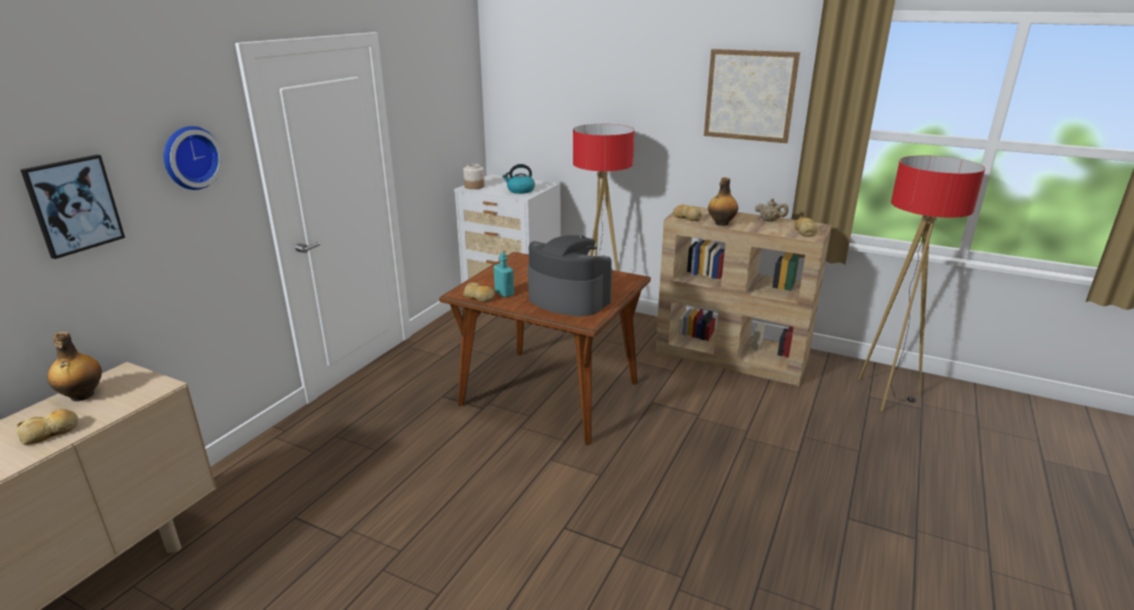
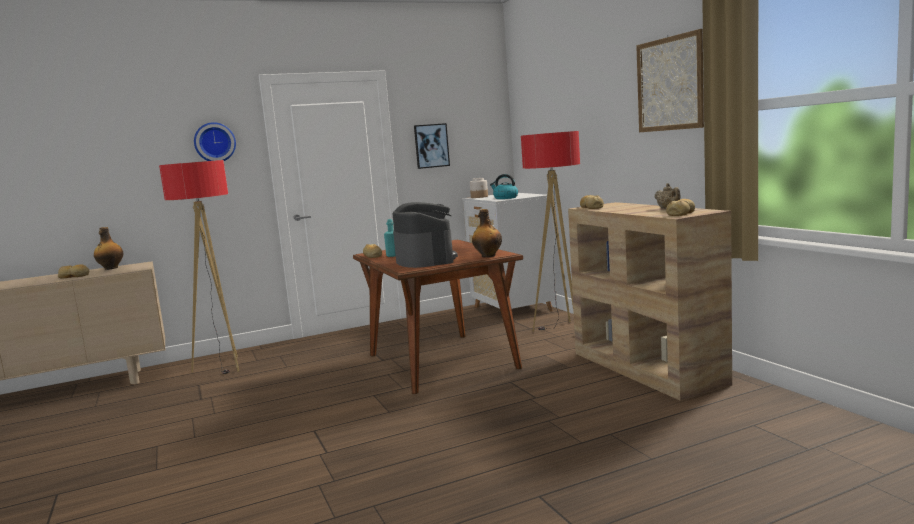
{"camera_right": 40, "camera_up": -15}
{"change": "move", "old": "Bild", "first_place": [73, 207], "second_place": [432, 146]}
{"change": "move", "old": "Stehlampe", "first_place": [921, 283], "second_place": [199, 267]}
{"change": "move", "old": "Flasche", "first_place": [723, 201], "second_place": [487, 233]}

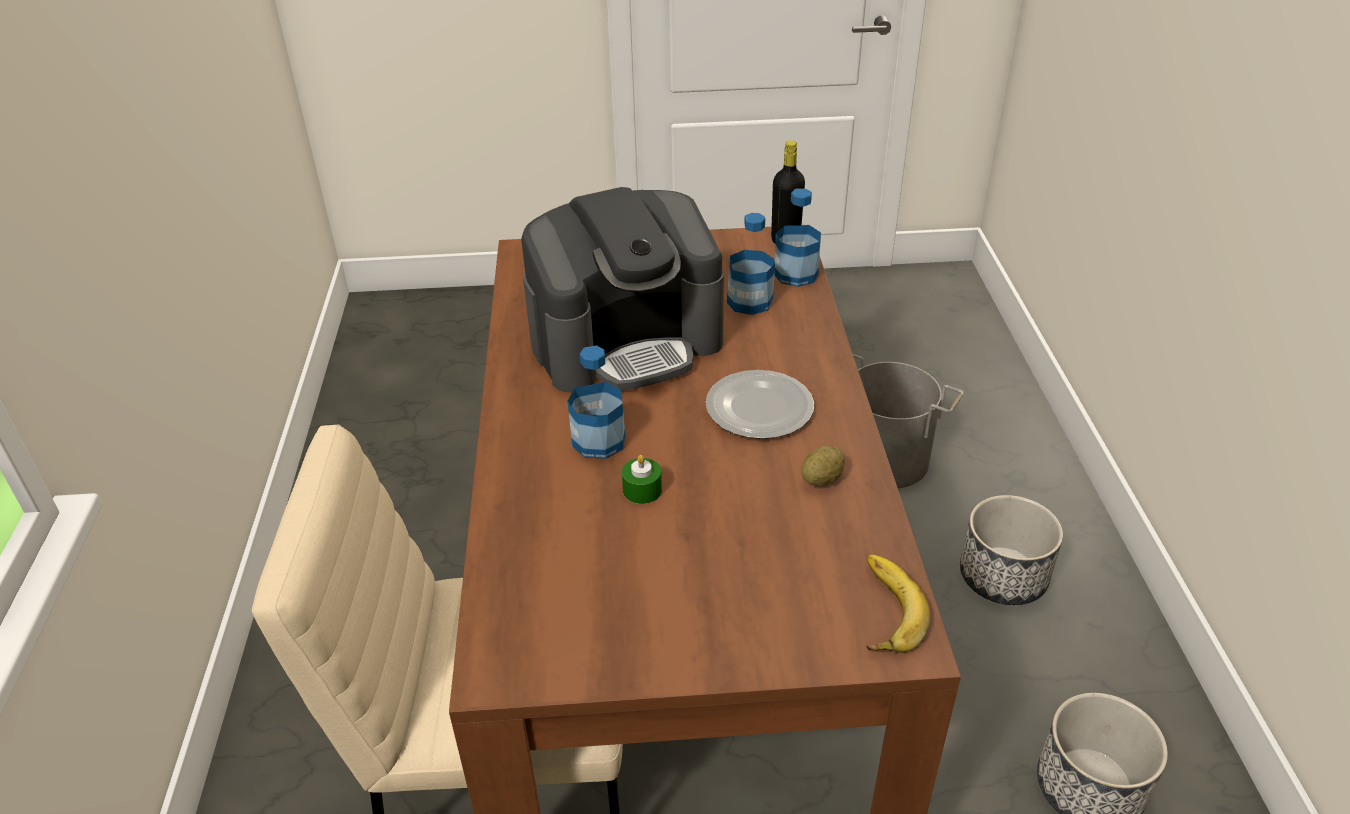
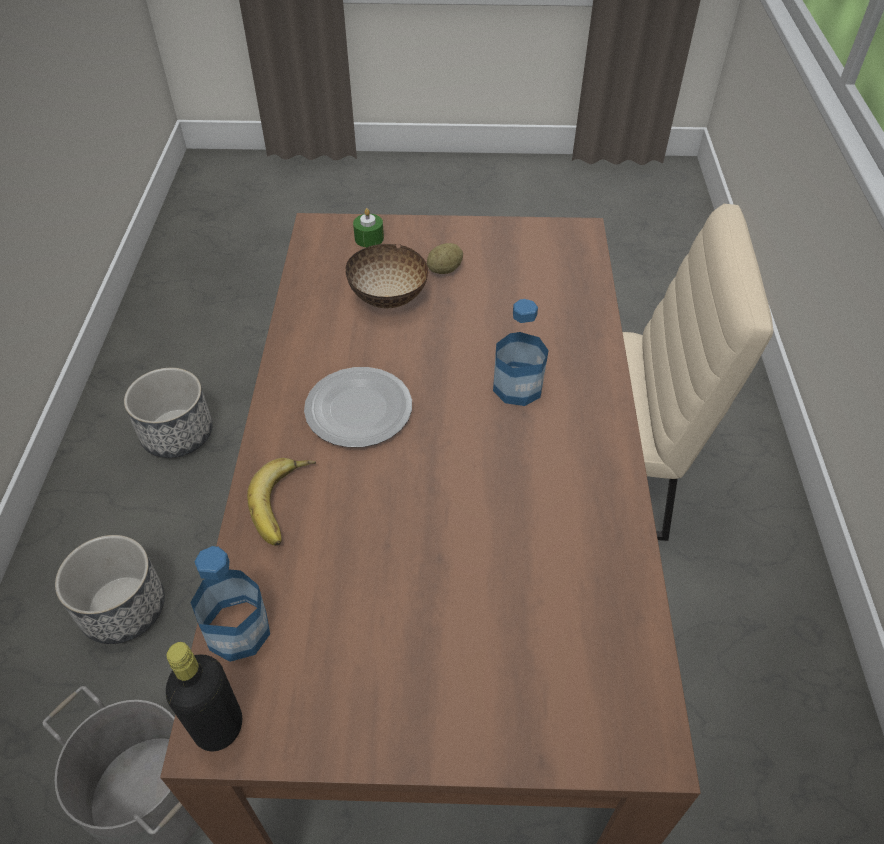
{"camera_right": -175, "camera_up": 10}
{"change": "delete", "old": "Kaffeemaschine", "first_place": [622, 290]}
{"change": "delete", "old": "Flasche", "first_place": [751, 264]}
{"change": "move", "old": "Kartoffel", "first_place": [823, 466], "second_place": [445, 258]}
{"change": "move", "old": "Kerze (grün)", "first_place": [642, 479], "second_place": [368, 227]}
{"change": "move", "old": "Banane", "first_place": [898, 604], "second_place": [281, 502]}
{"change": "insert", "new": "Schüssel", "second_place": [387, 276]}

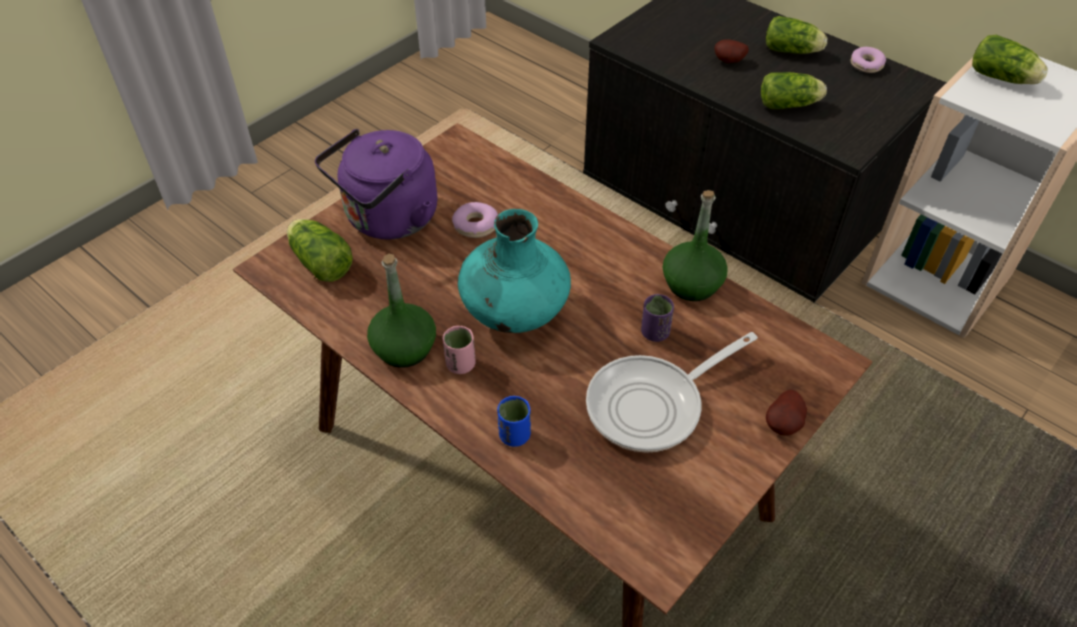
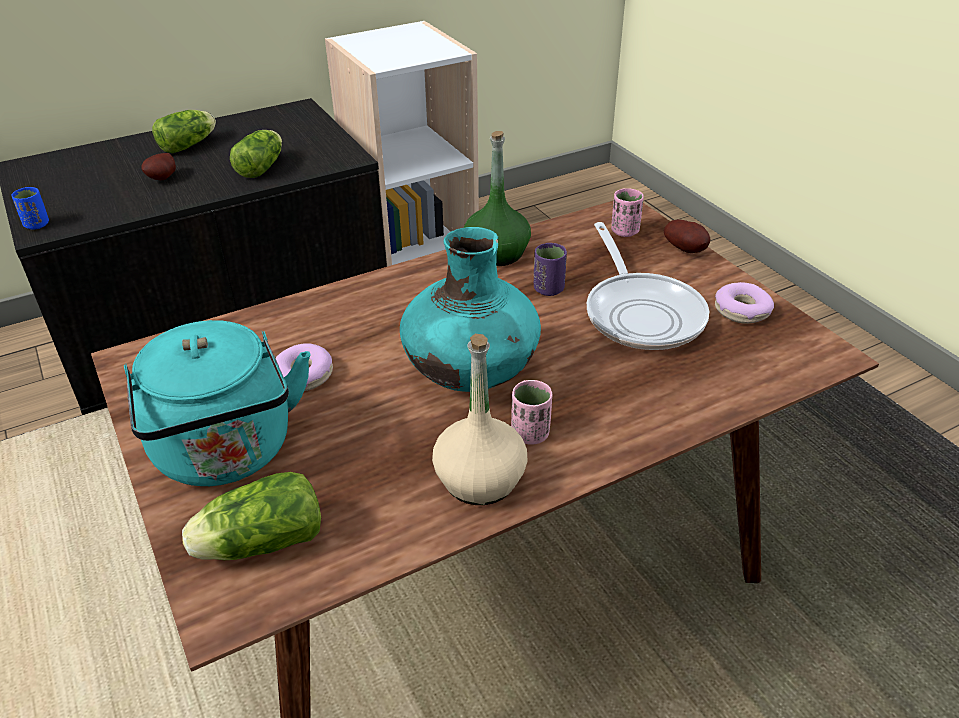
{"camera_right": -70, "camera_up": -10}
{"change": "delete", "old": "Salatkopf", "first_place": [1010, 59]}
{"change": "move", "old": "Donut", "first_place": [868, 60], "second_place": [744, 303]}
{"change": "recolor", "old": "Wasserkessel (lila)", "new": "Wasserkessel (türkis)", "first_place": [376, 184], "second_place": [217, 403]}
{"change": "recolor", "old": "Flasche (grün)", "new": "Flasche (beige)", "first_place": [401, 311], "second_place": [480, 419]}
{"change": "move", "old": "Tasse (blau)", "first_place": [514, 421], "second_place": [30, 208]}
{"change": "insert", "new": "Tasse (rosa)", "second_place": [627, 212]}

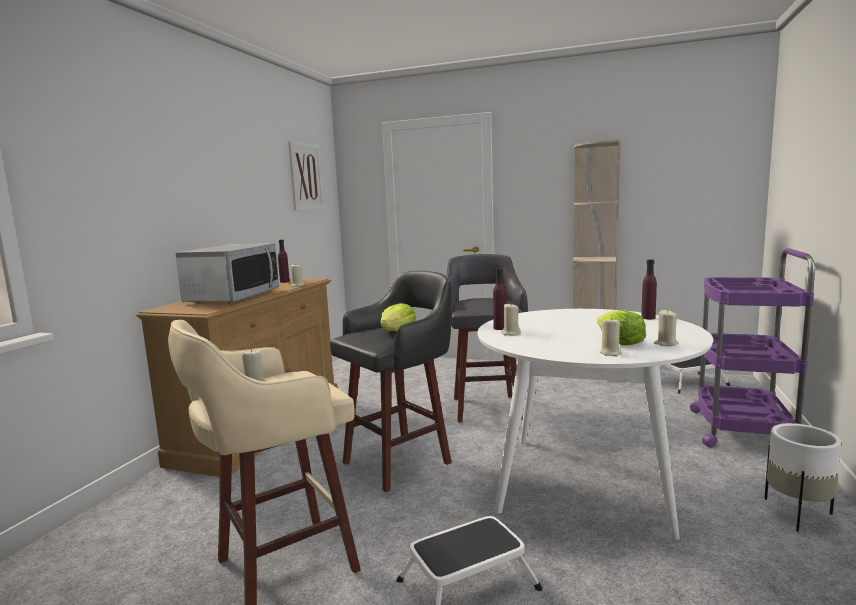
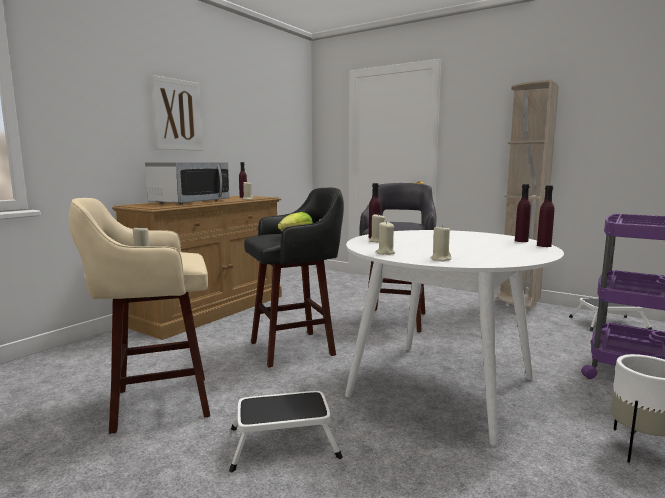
{"camera_right": 15, "camera_up": 0}
{"change": "move", "old": "Bild", "first_place": [306, 176], "second_place": [176, 113]}
{"change": "move", "old": "Kerze (beige)", "first_place": [666, 327], "second_place": [385, 238]}
{"change": "delete", "old": "Salatkopf", "first_place": [621, 327]}
{"change": "insert", "new": "Flasche (lila)", "second_place": [545, 216]}

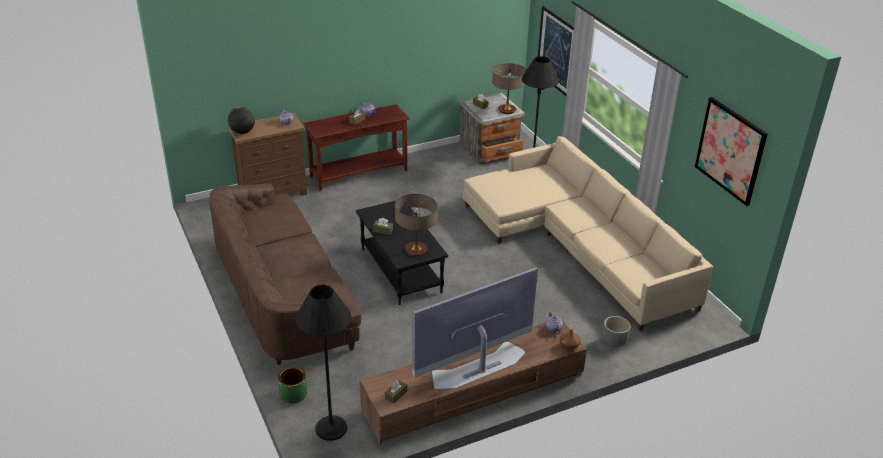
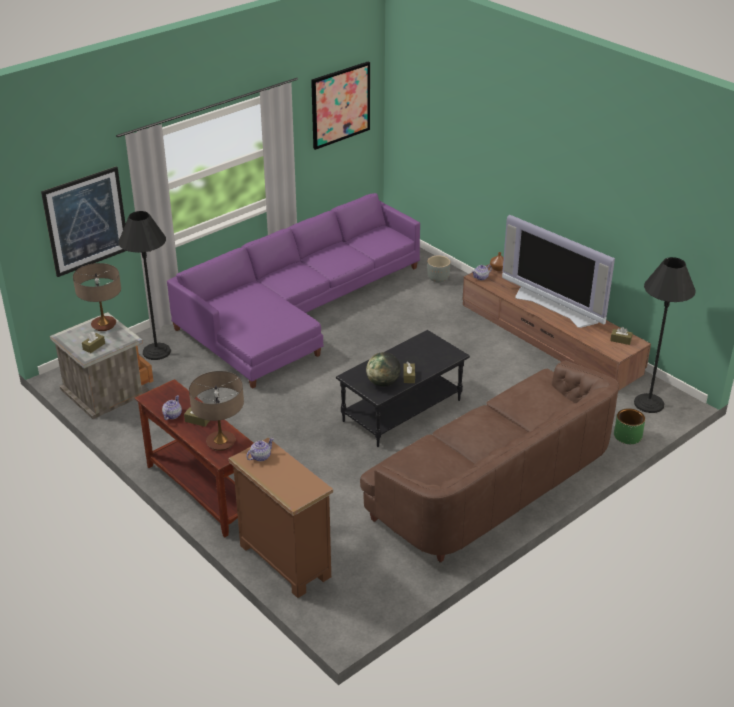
{"camera_right": -105, "camera_up": 0}
{"change": "move", "old": "Globus", "first_place": [241, 120], "second_place": [383, 369]}
{"change": "recolor", "old": "Sofa (beige)", "new": "Sofa (lila)", "first_place": [588, 233], "second_place": [293, 291]}
{"change": "move", "old": "Tischlampe", "first_place": [416, 225], "second_place": [216, 411]}

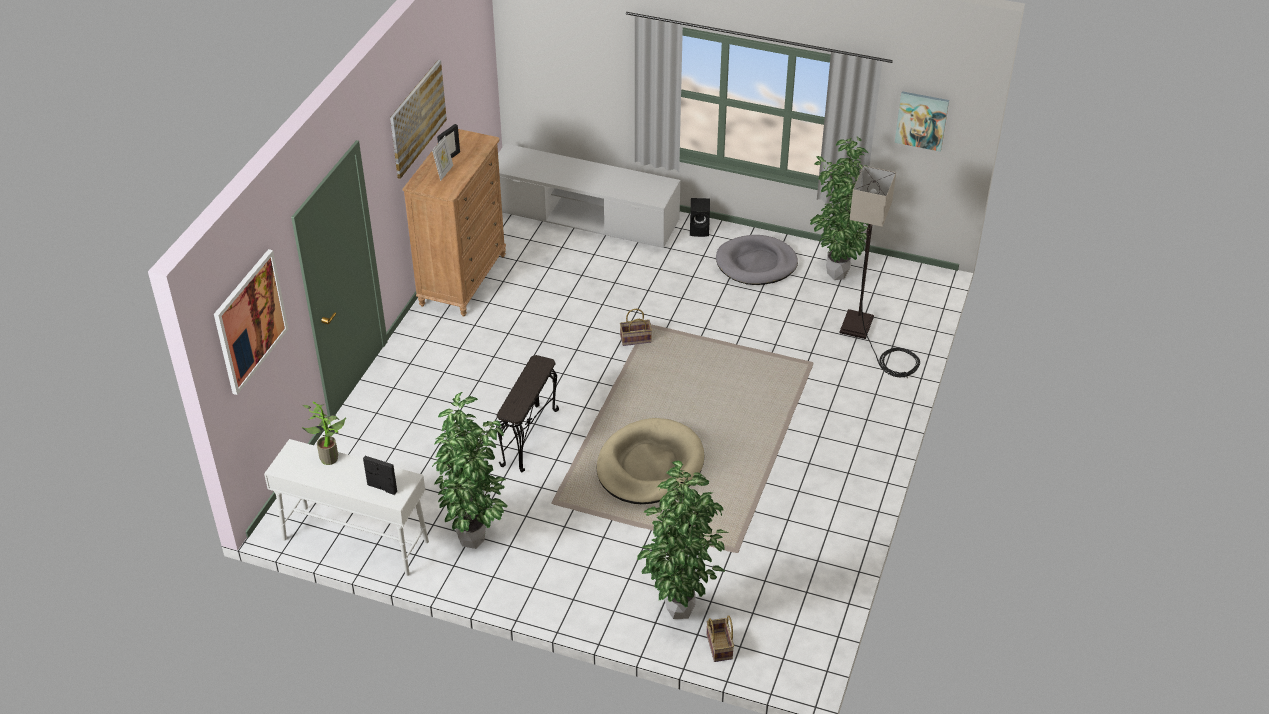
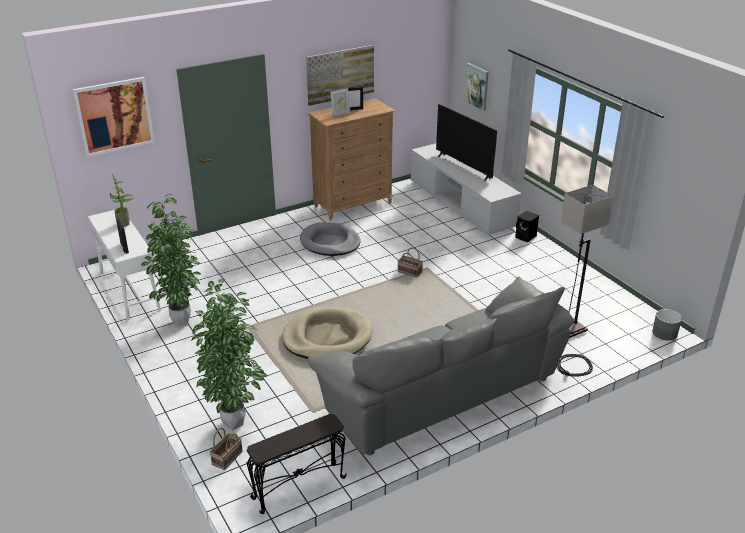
{"camera_right": 40, "camera_up": -10}
{"change": "move", "old": "Bild", "first_place": [922, 121], "second_place": [477, 87]}
{"change": "delete", "old": "Topfpflanze", "first_place": [839, 208]}
{"change": "move", "old": "Hundebett (grau)", "first_place": [757, 260], "second_place": [330, 239]}
{"change": "move", "old": "Beistelltisch (schwarz)", "first_place": [527, 413], "second_place": [297, 464]}
{"change": "insert", "new": "Fernseher", "second_place": [466, 142]}
{"change": "insert", "new": "Sofa (grau)", "second_place": [441, 365]}
{"change": "insert", "new": "Pflanzkübel (grau)", "second_place": [667, 325]}

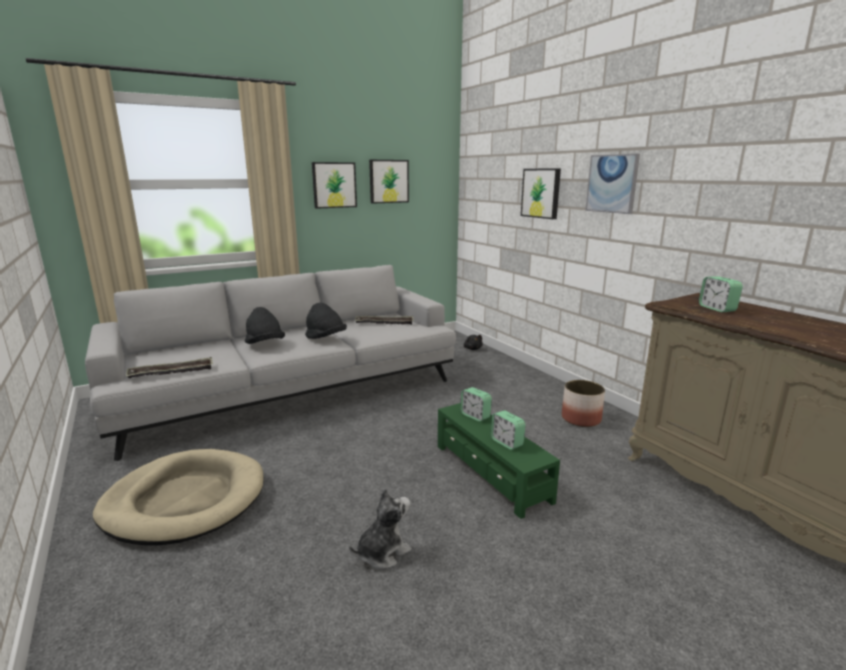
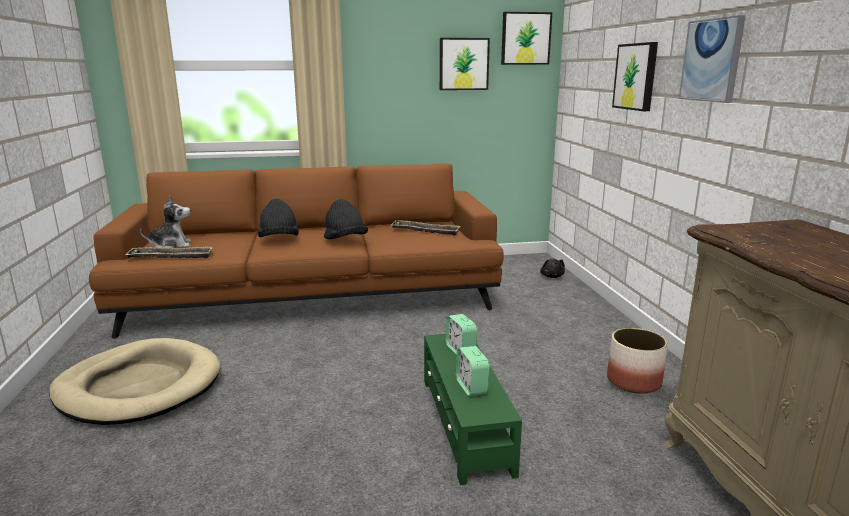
{"camera_right": 20, "camera_up": 0}
{"change": "move", "old": "Bild", "first_place": [334, 185], "second_place": [526, 38]}
{"change": "recolor", "old": "Sofa (grau)", "new": "Sofa (braun)", "first_place": [270, 363], "second_place": [296, 251]}
{"change": "delete", "old": "Wecker", "first_place": [721, 294]}
{"change": "move", "old": "Plüschtier", "first_place": [380, 528], "second_place": [165, 222]}

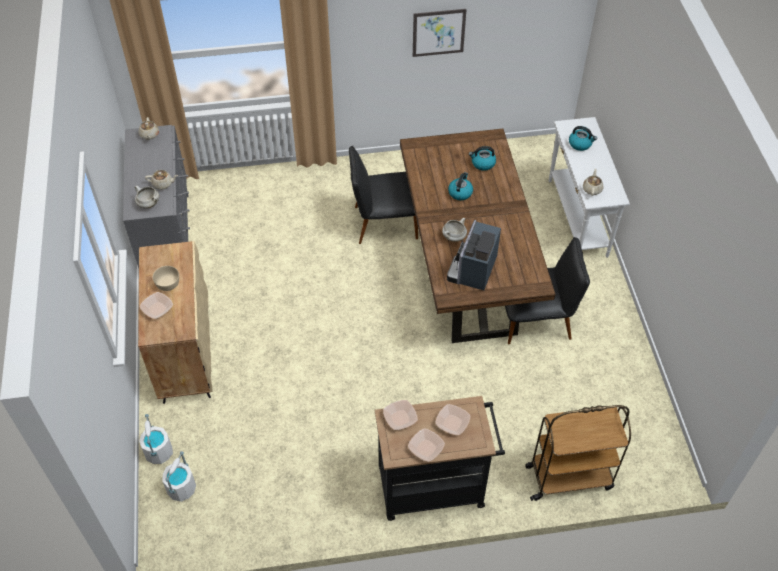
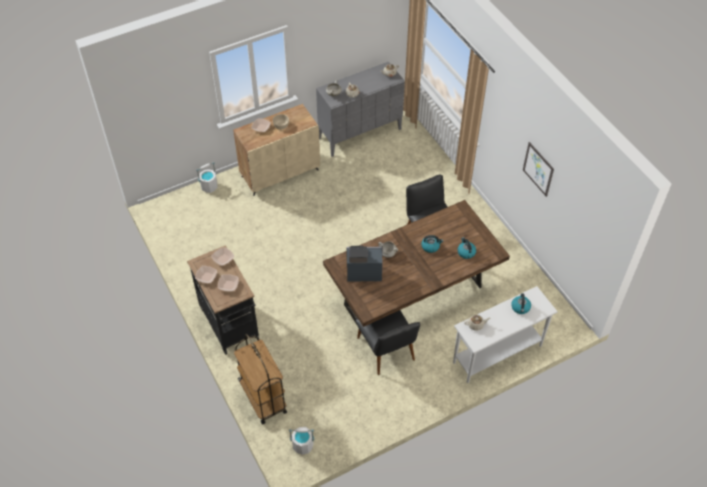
{"camera_right": 70, "camera_up": 0}
{"change": "move", "old": "Eimer (weiß)", "first_place": [179, 476], "second_place": [301, 441]}

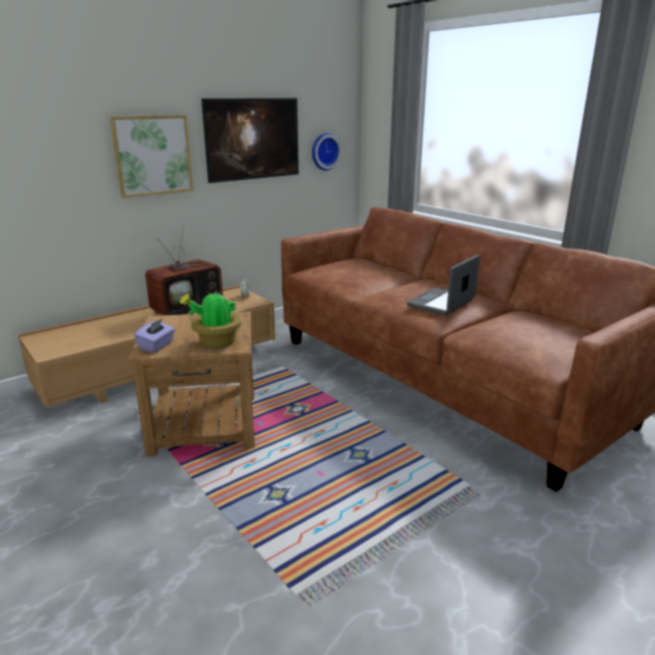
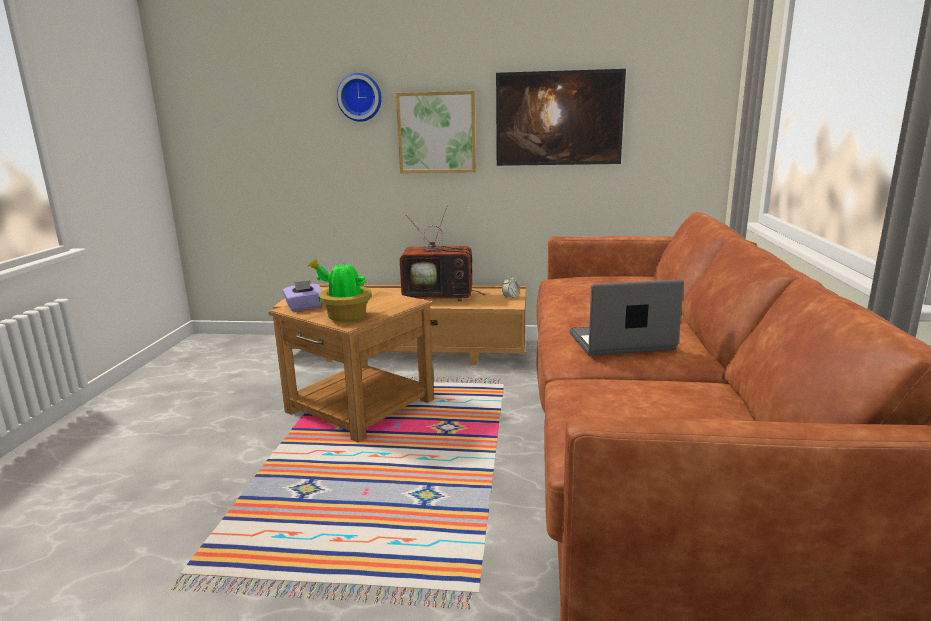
{"camera_right": 45, "camera_up": -5}
{"change": "move", "old": "Wanduhr", "first_place": [326, 152], "second_place": [359, 97]}

